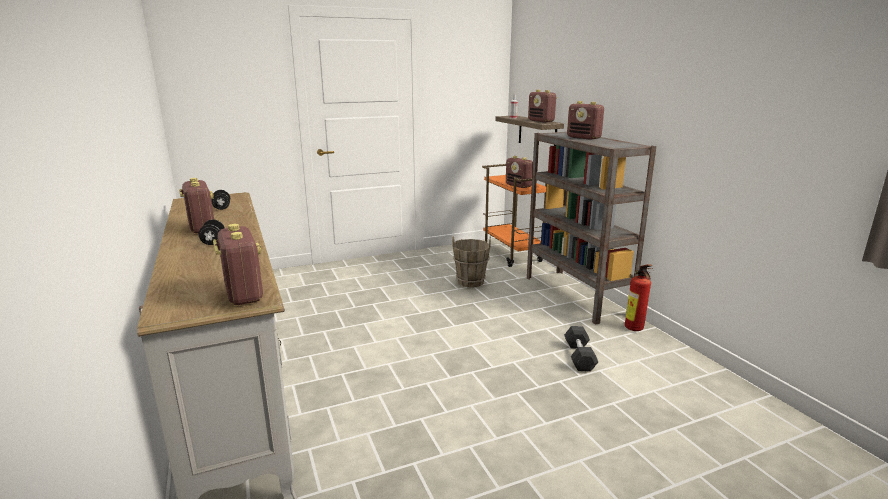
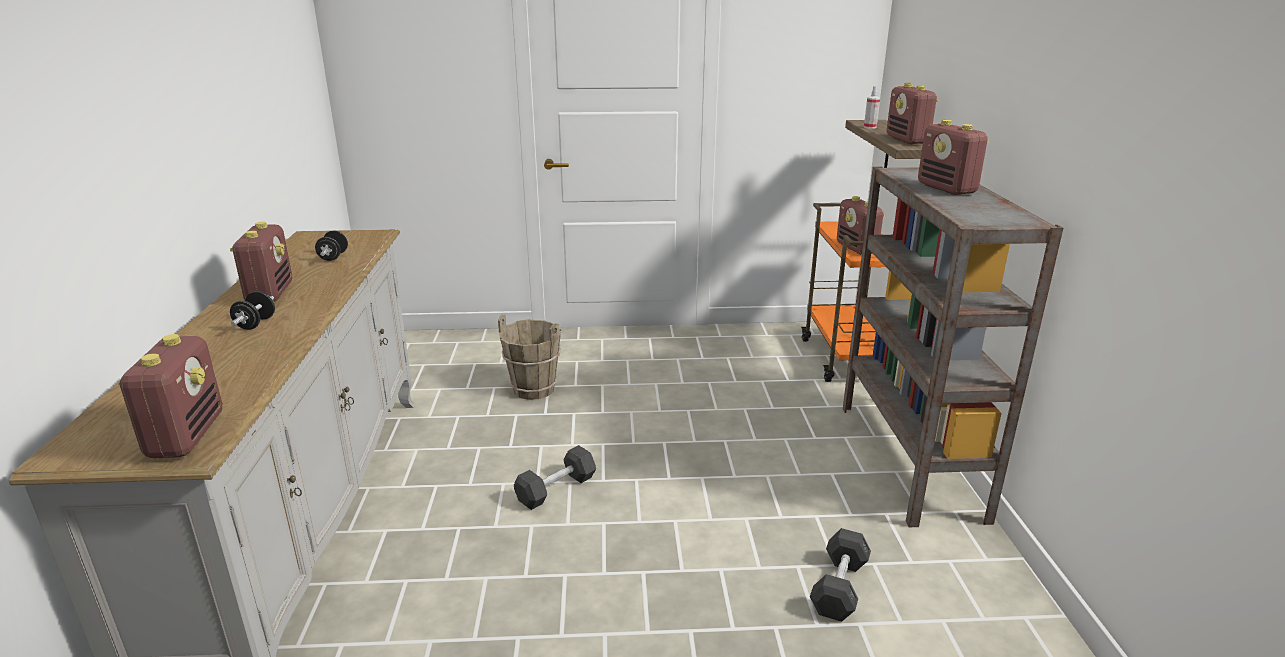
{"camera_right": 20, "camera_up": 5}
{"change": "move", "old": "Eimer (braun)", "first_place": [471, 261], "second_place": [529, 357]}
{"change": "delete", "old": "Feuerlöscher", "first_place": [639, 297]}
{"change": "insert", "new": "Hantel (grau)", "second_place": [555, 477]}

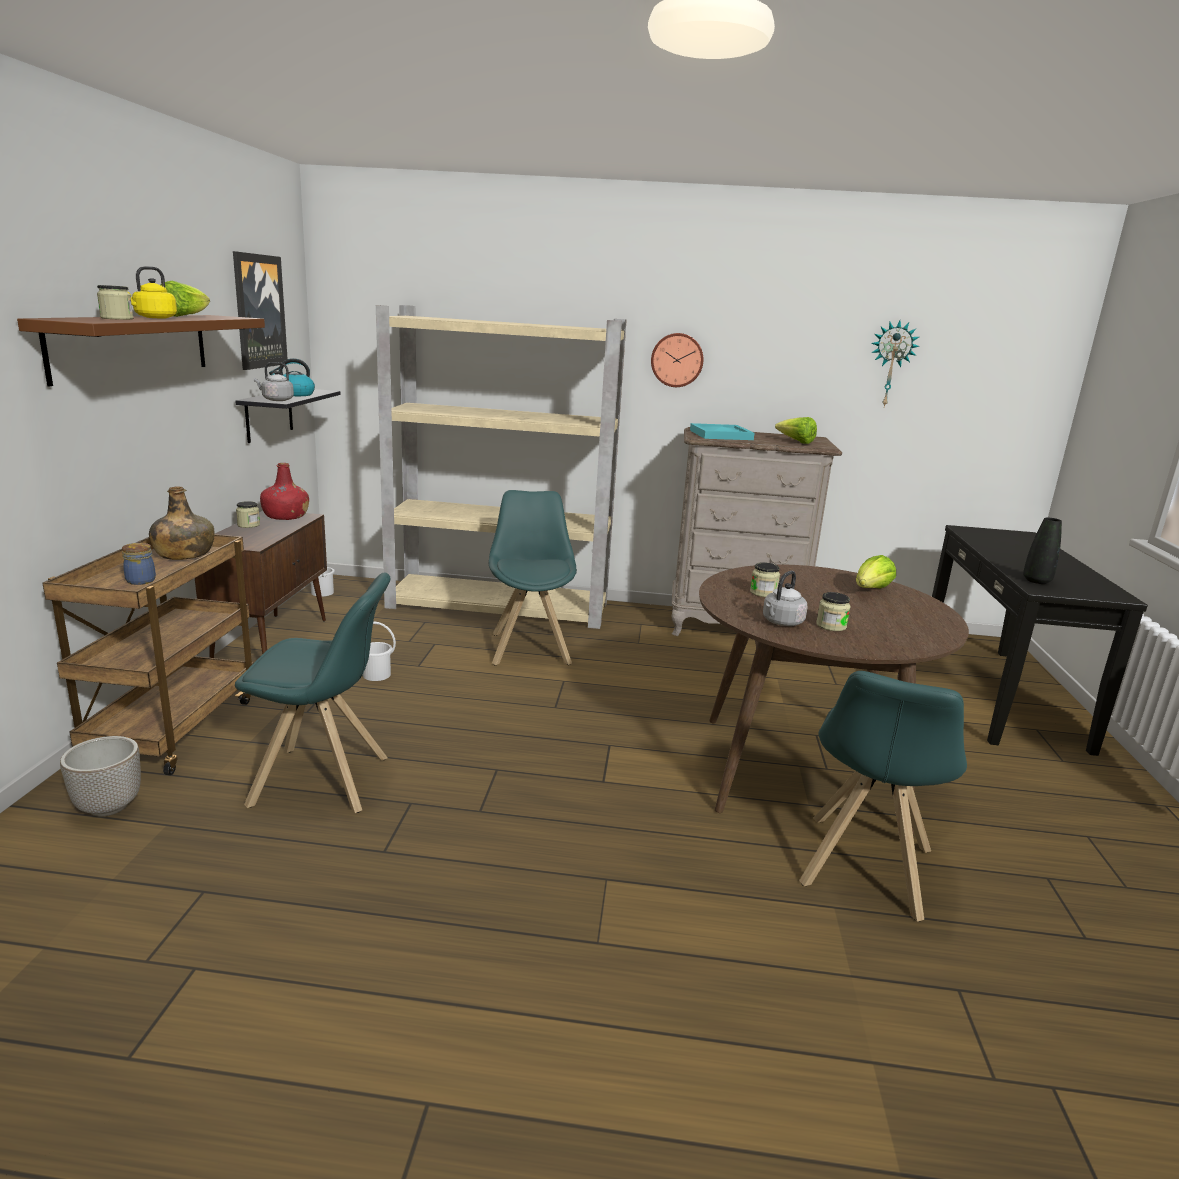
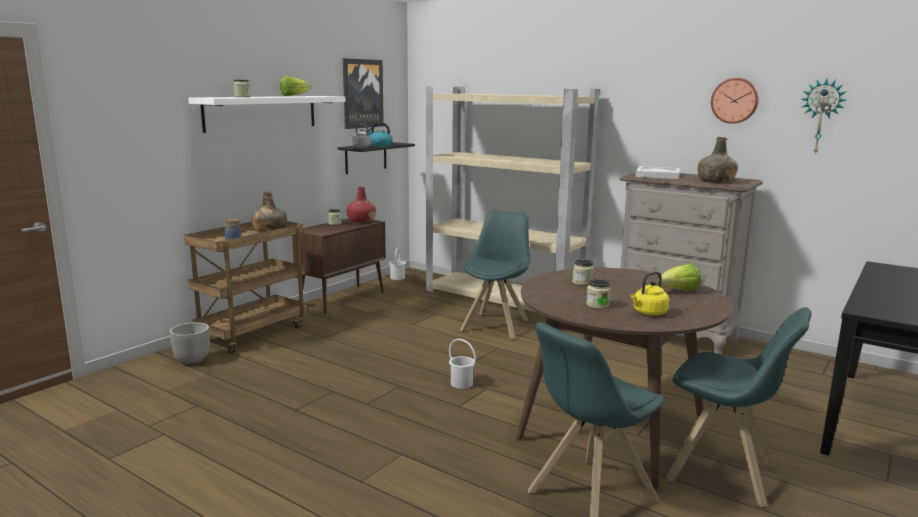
{"camera_right": 30, "camera_up": -5}
{"change": "move", "old": "Wasserkessel (gelb)", "first_place": [152, 292], "second_place": [650, 293]}
{"change": "recolor", "old": "Wandregal (braun)", "new": "Wandregal (weiß)", "first_place": [141, 350], "second_place": [266, 114]}
{"change": "move", "old": "Wanduhr", "first_place": [677, 360], "second_place": [735, 101]}
{"change": "replace", "old": "Salatkopf", "new": "Flasche (grün)", "first_place": [796, 430], "second_place": [718, 160]}
{"change": "recolor", "old": "Tablett (türkis)", "new": "Tablett (weiß)", "first_place": [722, 431], "second_place": [658, 172]}
{"change": "delete", "old": "Vase (schwarz)", "first_place": [1042, 551]}
{"change": "delete", "old": "Wasserkessel (grau)", "first_place": [785, 598]}
{"change": "move", "old": "Stuhl (türkis)", "first_place": [313, 692], "second_place": [739, 407]}
{"change": "move", "old": "Eimer (weiß)", "first_place": [379, 651], "second_place": [462, 364]}

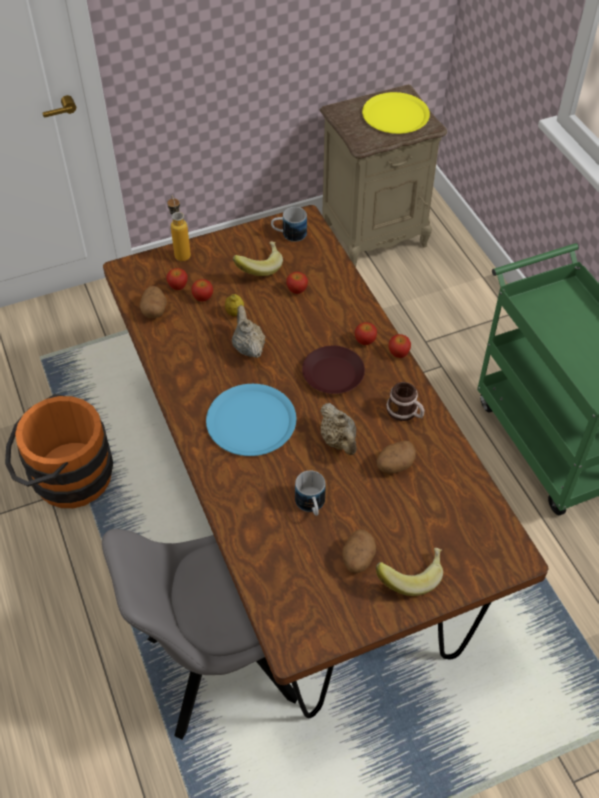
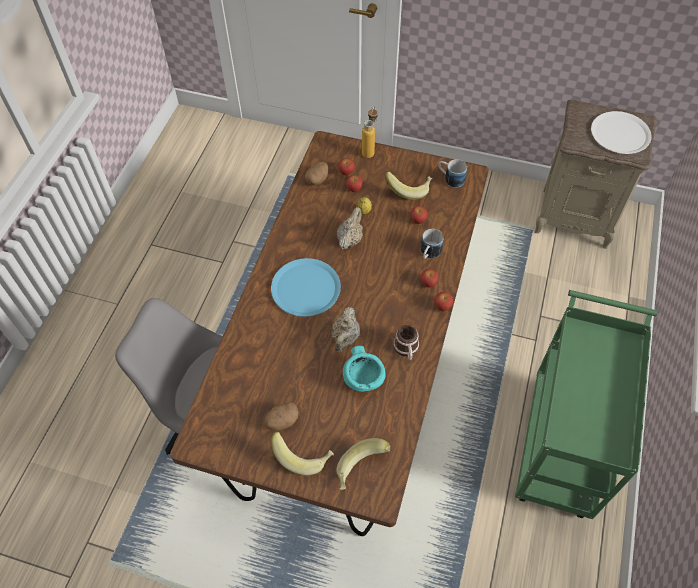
{"camera_right": 40, "camera_up": 5}
{"change": "recolor", "old": "Teller (gelb)", "new": "Teller (weiß)", "first_place": [396, 113], "second_place": [621, 132]}
{"change": "delete", "old": "Teller (braun)", "first_place": [333, 370]}
{"change": "delete", "old": "Eimer (orange)", "first_place": [59, 451]}
{"change": "replace", "old": "Kartoffel", "new": "Schüssel (türkis)", "first_place": [396, 457], "second_place": [364, 369]}
{"change": "move", "old": "Henkelbecher", "first_place": [310, 493], "second_place": [432, 244]}
{"change": "insert", "new": "Banane", "second_place": [363, 464]}

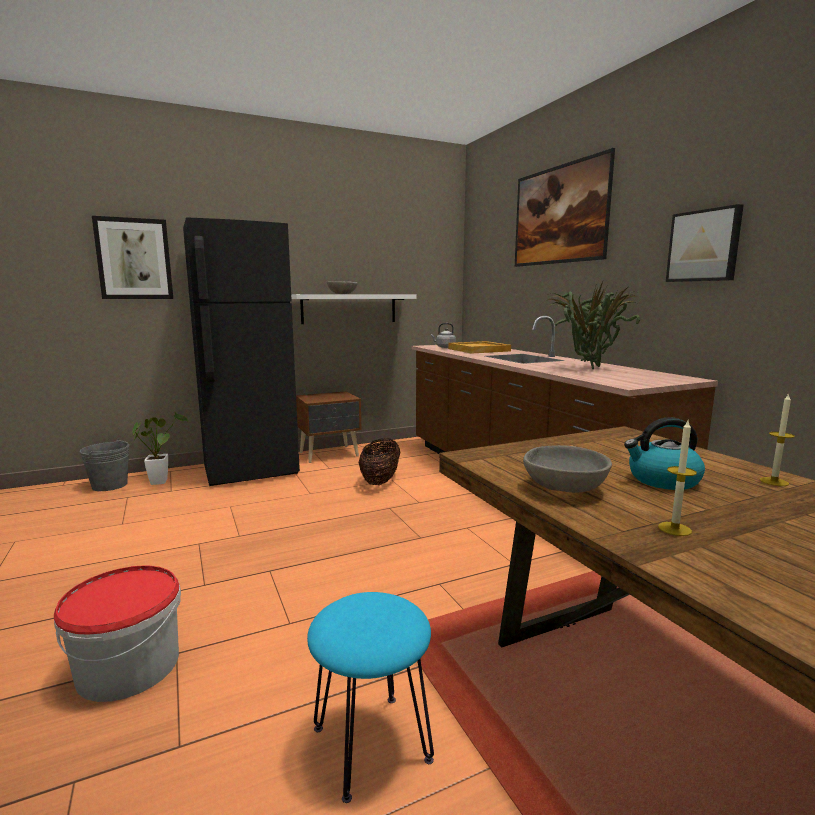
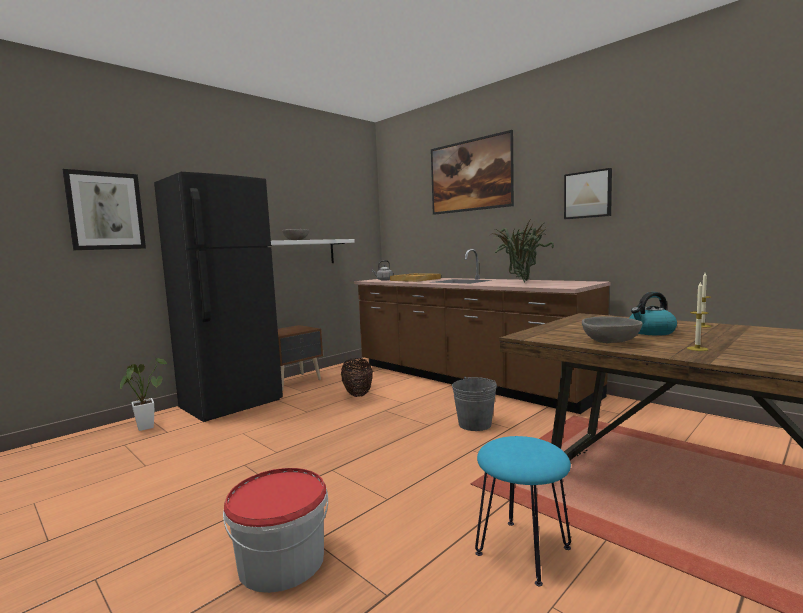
{"camera_right": -20, "camera_up": -5}
{"change": "move", "old": "Eimer (grau)", "first_place": [104, 465], "second_place": [474, 403]}

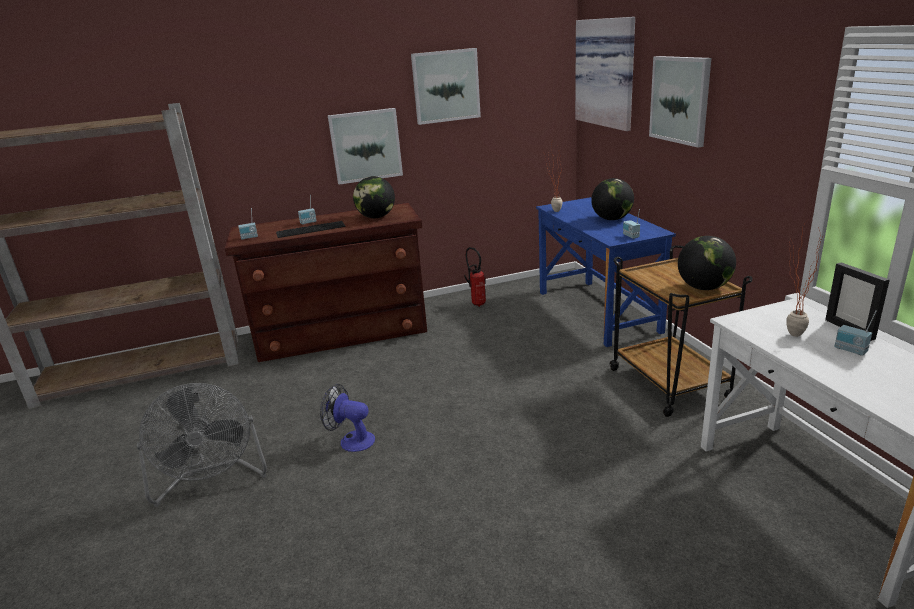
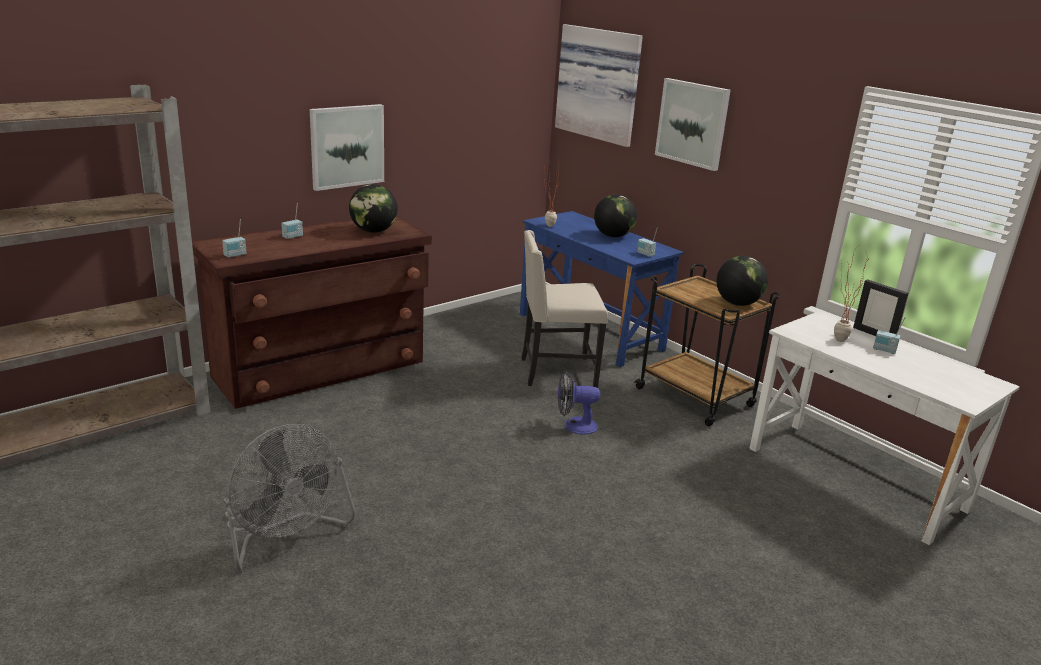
{"camera_right": -25, "camera_up": 0}
{"change": "delete", "old": "Bild", "first_place": [446, 86]}
{"change": "delete", "old": "Tastatur", "first_place": [311, 229]}
{"change": "delete", "old": "Feuerlöscher", "first_place": [475, 277]}
{"change": "move", "old": "Ventilator", "first_place": [347, 418], "second_place": [579, 403]}
{"change": "insert", "new": "Stuhl (beige)", "second_place": [564, 309]}

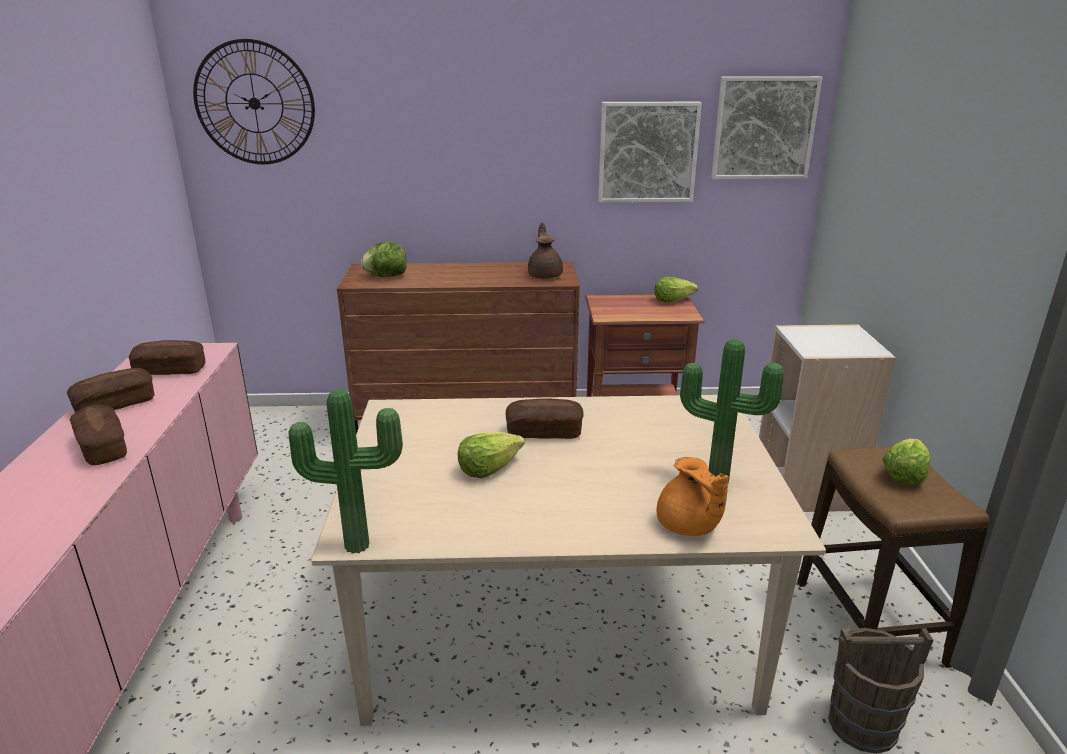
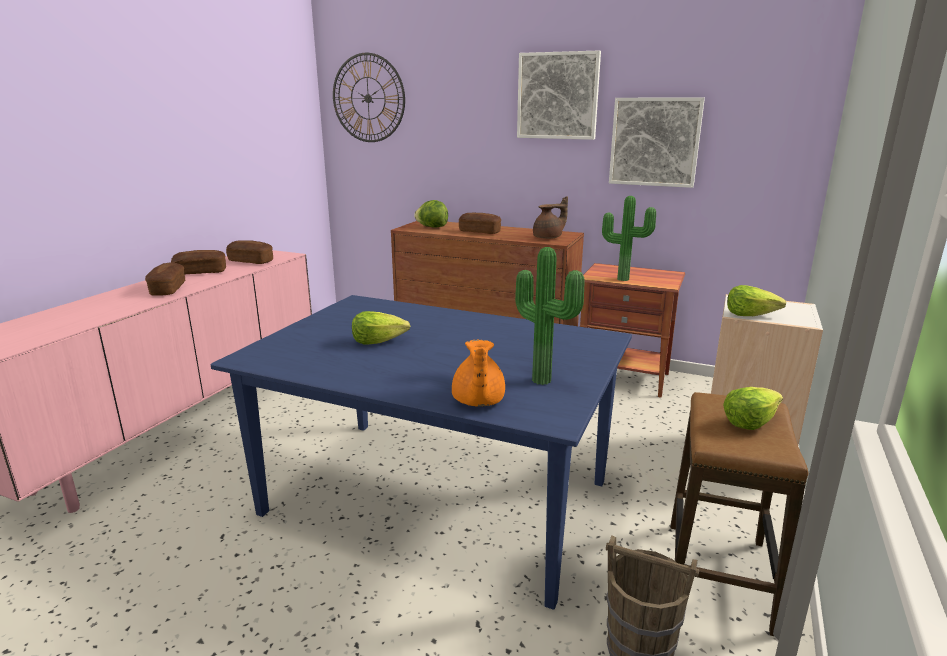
{"camera_right": 25, "camera_up": -5}
{"change": "move", "old": "Bild", "first_place": [766, 127], "second_place": [559, 95]}
{"change": "rotate", "old": "Teekanne (braun)", "first_place": [545, 251], "second_place": [550, 217], "degrees": 45}
{"change": "move", "old": "Salatkopf", "first_place": [676, 290], "second_place": [756, 300]}
{"change": "move", "old": "Topfpflanze", "first_place": [346, 471], "second_place": [629, 238]}
{"change": "recolor", "old": "Esstisch (beige)", "new": "Esstisch (blau)", "first_place": [568, 560], "second_place": [421, 452]}
{"change": "move", "old": "Brot", "first_place": [545, 418], "second_place": [480, 223]}

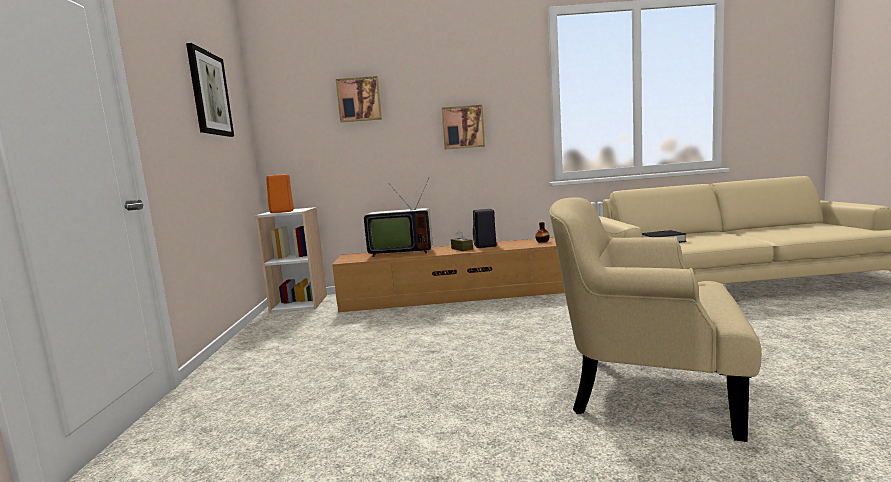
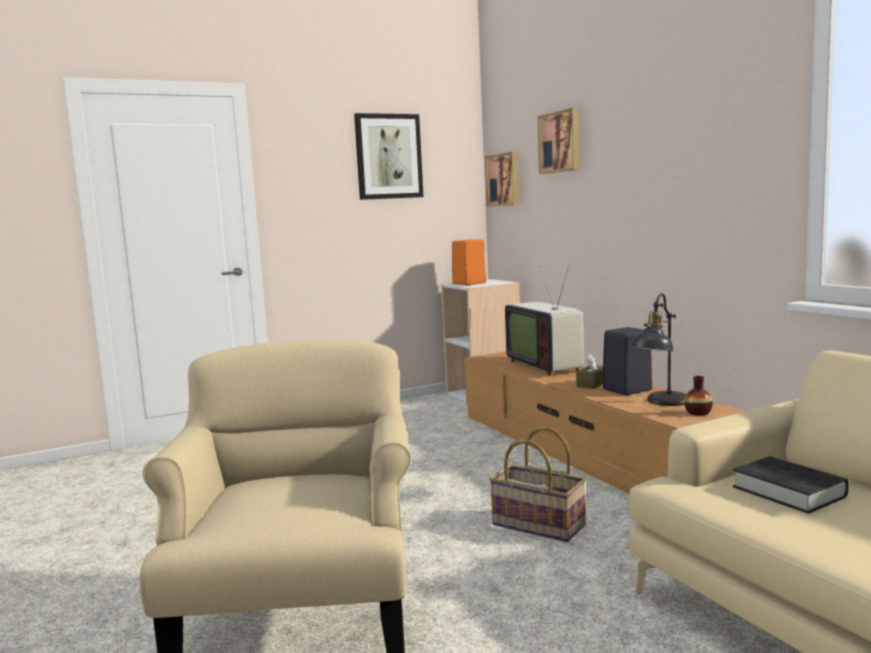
{"camera_right": 65, "camera_up": 0}
{"change": "move", "old": "Bild", "first_place": [463, 127], "second_place": [502, 179]}
{"change": "insert", "new": "Tischlampe (grau)", "second_place": [658, 349]}
{"change": "insert", "new": "Korb", "second_place": [537, 484]}

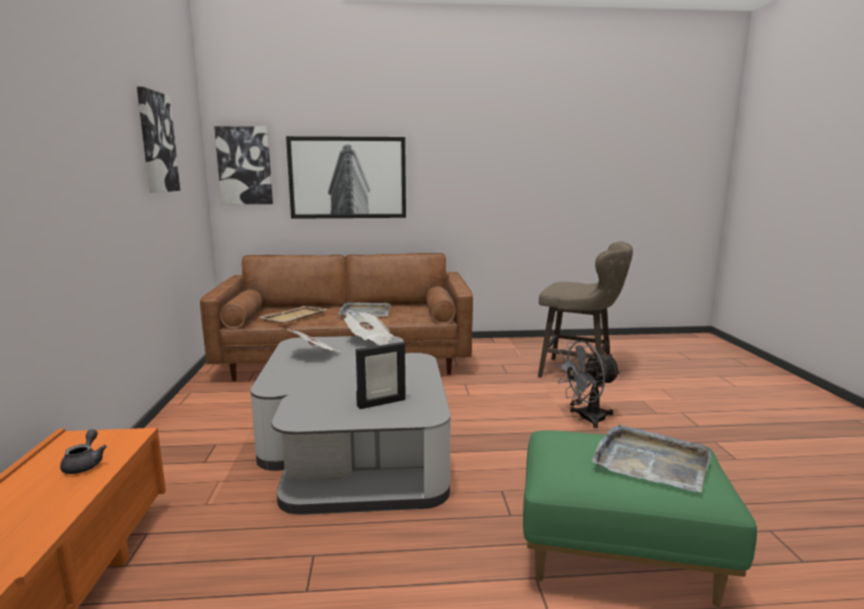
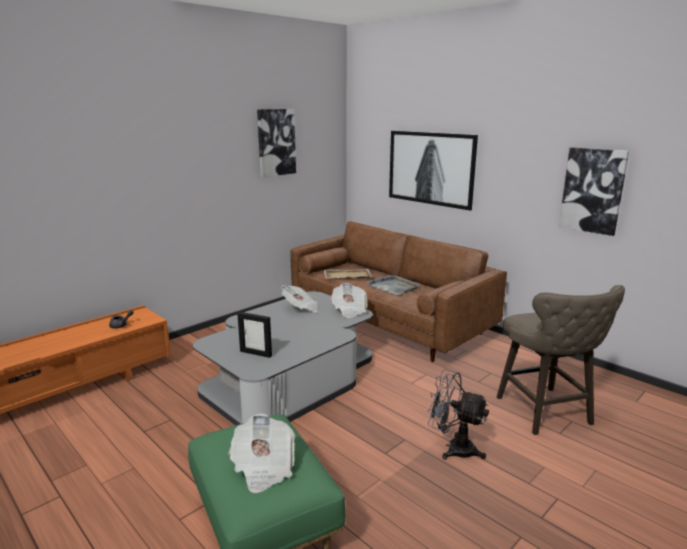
{"camera_right": 50, "camera_up": 5}
{"change": "move", "old": "Bild", "first_place": [243, 165], "second_place": [594, 191]}
{"change": "replace", "old": "Tablett (grau)", "new": "Zeitung", "first_place": [651, 458], "second_place": [261, 453]}

